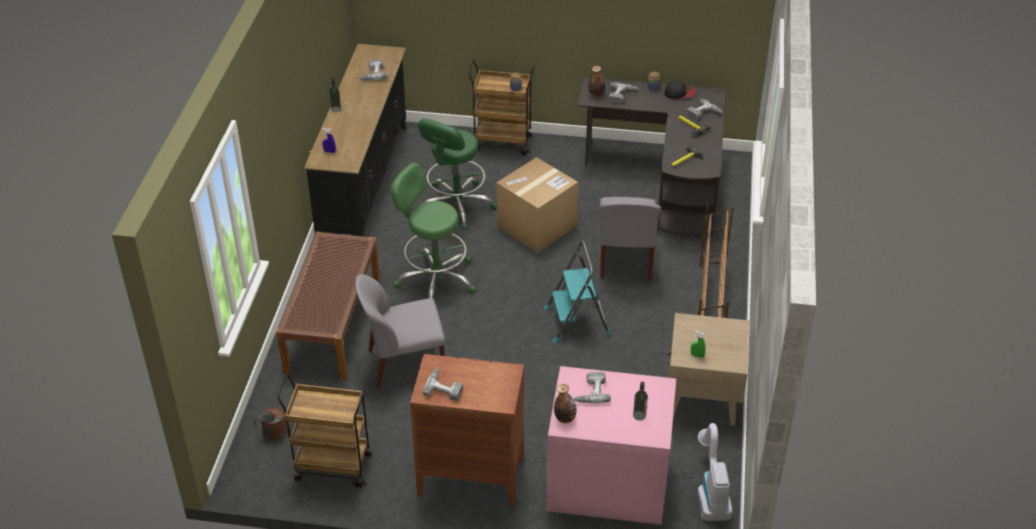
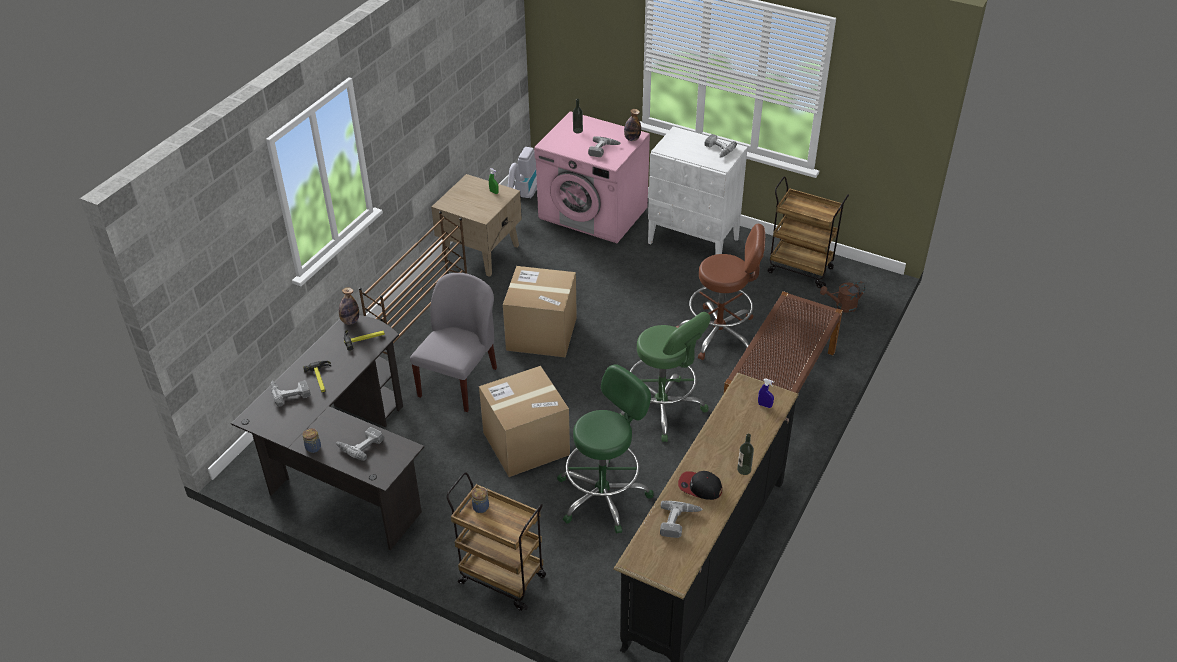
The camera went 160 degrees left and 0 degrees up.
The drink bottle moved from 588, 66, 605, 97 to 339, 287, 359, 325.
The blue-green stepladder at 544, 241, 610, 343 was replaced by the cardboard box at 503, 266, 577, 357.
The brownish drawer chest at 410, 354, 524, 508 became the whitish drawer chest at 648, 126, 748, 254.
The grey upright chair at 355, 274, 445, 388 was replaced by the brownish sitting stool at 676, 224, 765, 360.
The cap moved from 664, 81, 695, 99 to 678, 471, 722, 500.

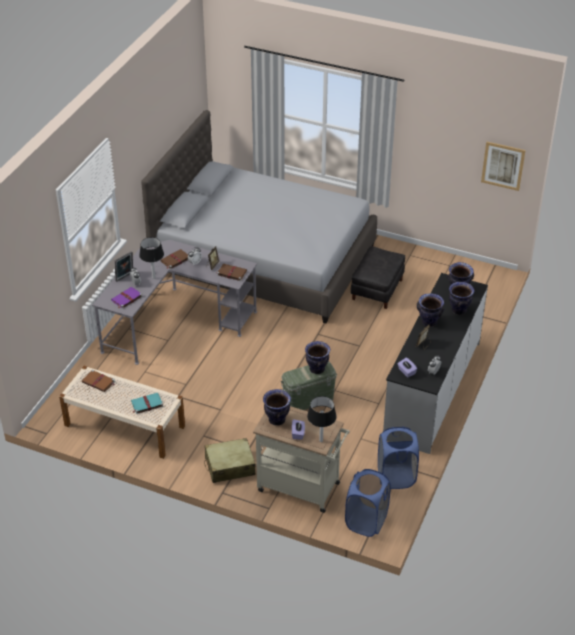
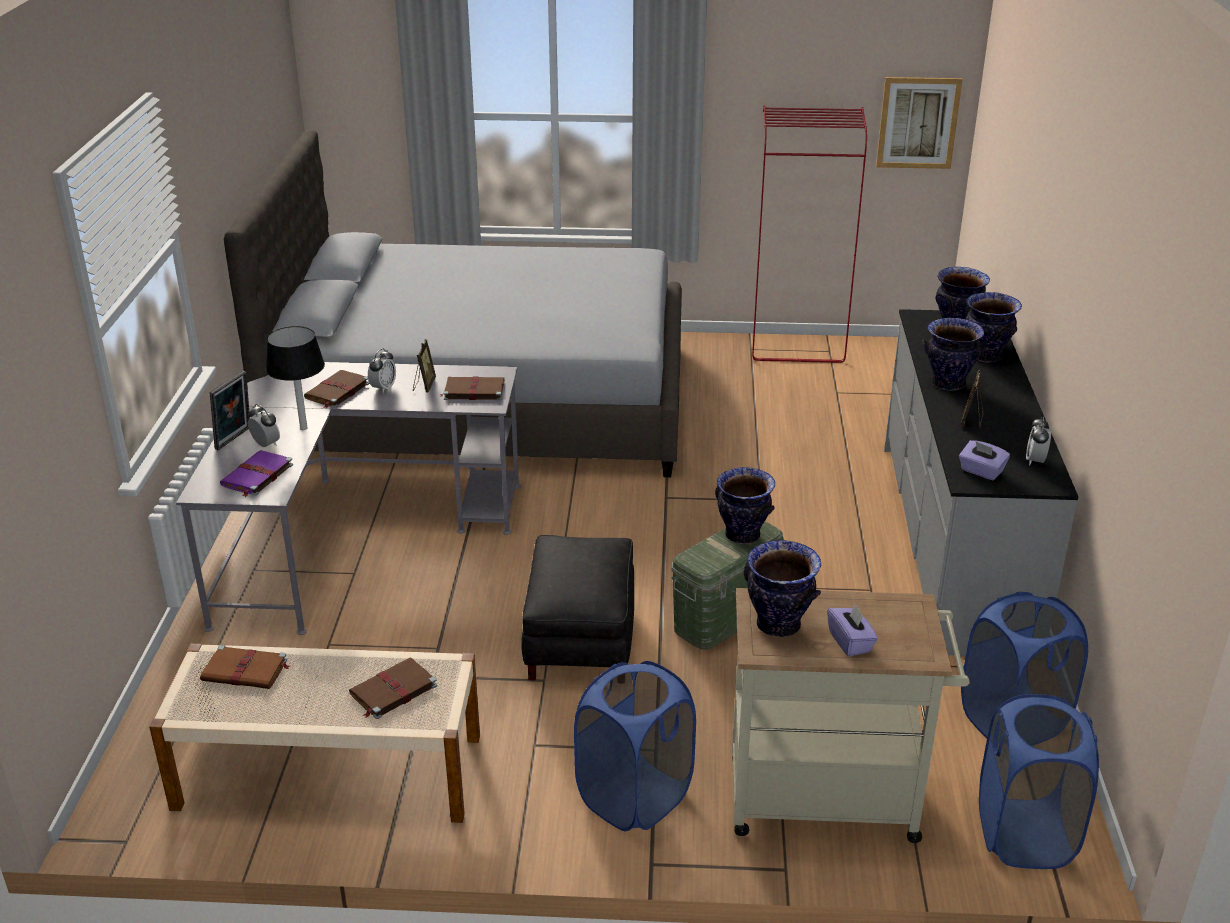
The camera went 20 degrees left and 10 degrees down.
The blue-green volume at 131, 393, 163, 414 became the brownish volume at 349, 658, 437, 719.
The black ottoman moved from 351, 246, 405, 309 to 521, 535, 634, 680.
The beige-coloured travel case at 204, 438, 255, 483 was replaced by the blue-coloured laundry basket at 574, 661, 696, 831.
The reddish clothes rack at 752, 105, 867, 363 appeared.
The black tabletop lamp at 307, 396, 337, 442 disappeared.

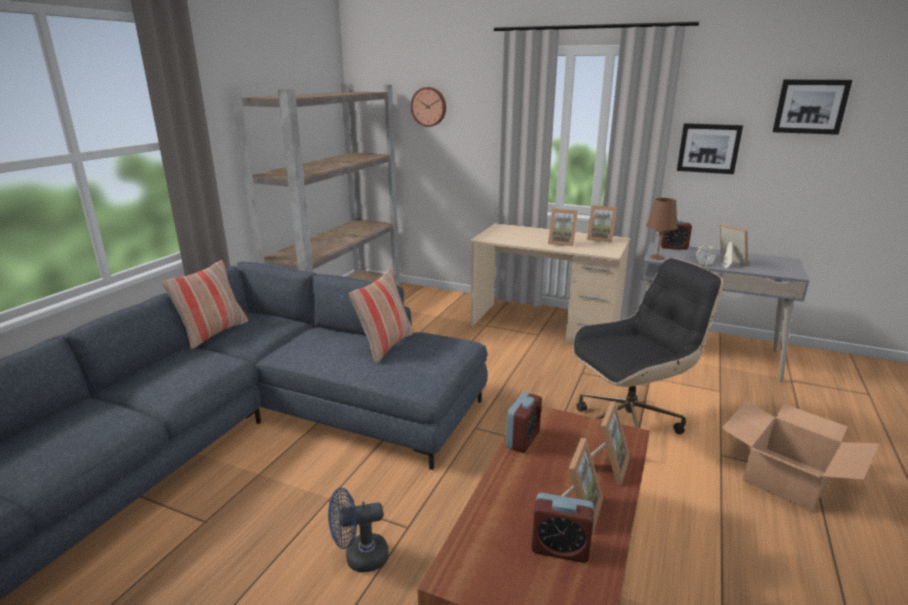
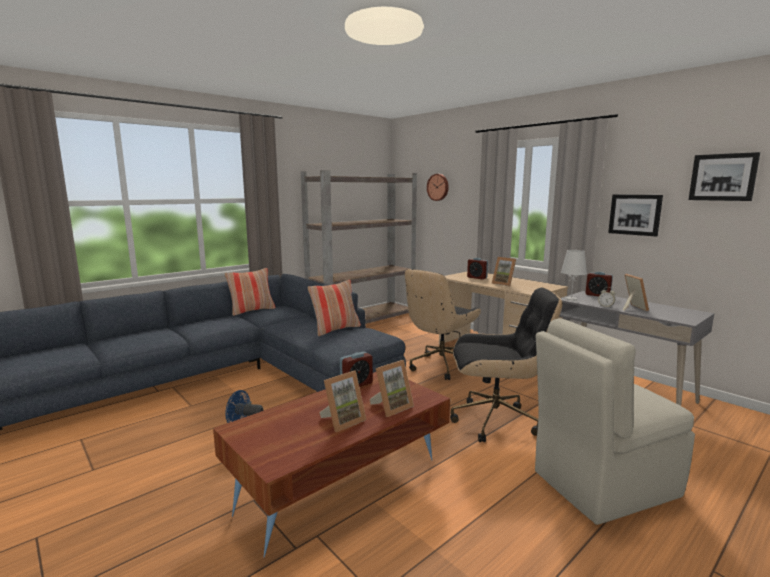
The camera went 25 degrees right and 10 degrees down.
The black computer chair at 405, 269, 481, 380 appeared.
The alarm clock moved from 531, 493, 594, 563 to 467, 258, 488, 280.
The cardboard box at 721, 401, 880, 512 was replaced by the beige-coloured upright chair at 535, 318, 695, 525.
The brownish tabletop lamp at 646, 198, 678, 260 became the whitish tabletop lamp at 561, 250, 587, 300.
The standing frame at 587, 205, 617, 243 disappeared.

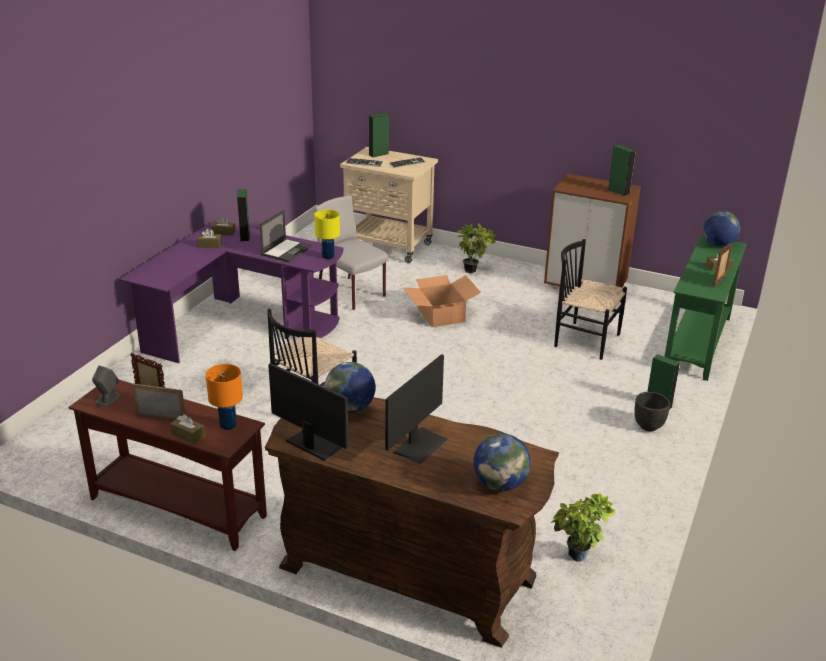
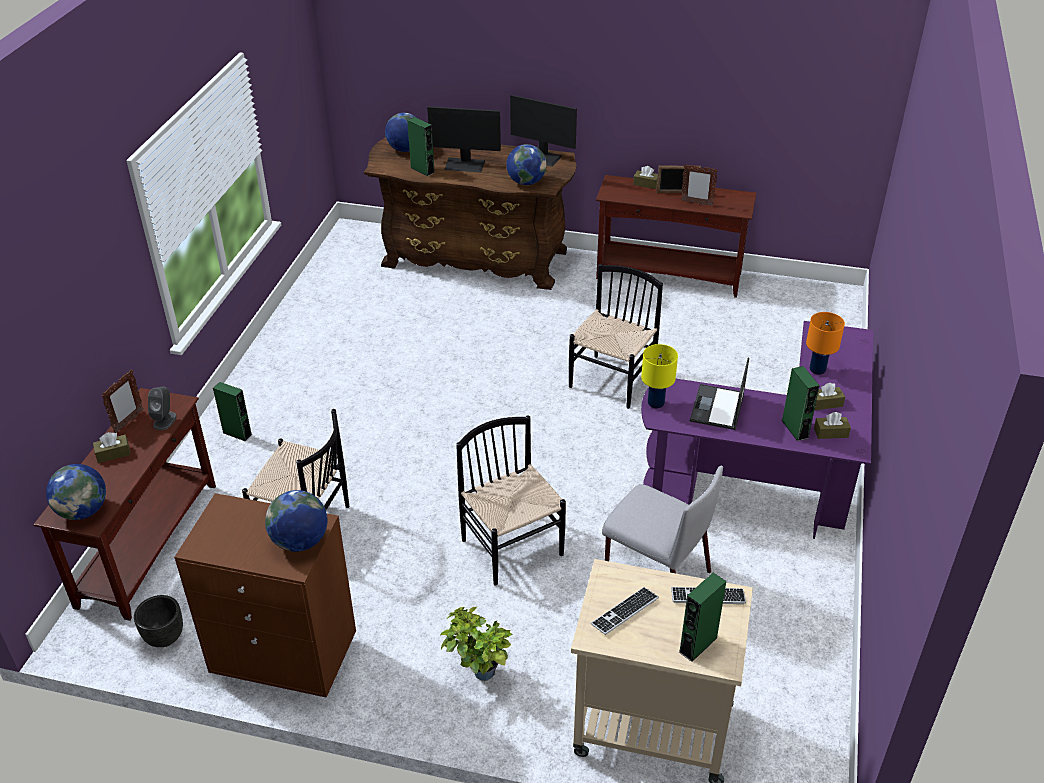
The camera went 170 degrees right and 10 degrees up.
The greenish narrow table at 665, 235, 747, 381 became the brownish narrow table at 33, 388, 216, 621.
The black plant pot moved from 634, 392, 670, 431 to 134, 595, 183, 647.
The grey loudspeaker moved from 92, 366, 120, 407 to 148, 386, 177, 430.
The globe at 265, 490, 327, 552 appeared.
The greenish loudspeaker moved from 609, 145, 636, 196 to 407, 117, 435, 176.
The computer display at 385, 354, 448, 465 turned 105 degrees counterclockwise.
The cardboard box at 403, 275, 481, 327 was replaced by the black upright chair at 456, 416, 566, 586.
The orange tabletop lamp moved from 206, 364, 243, 430 to 806, 312, 845, 375.
The potted plant at 551, 492, 616, 562 disappeared.

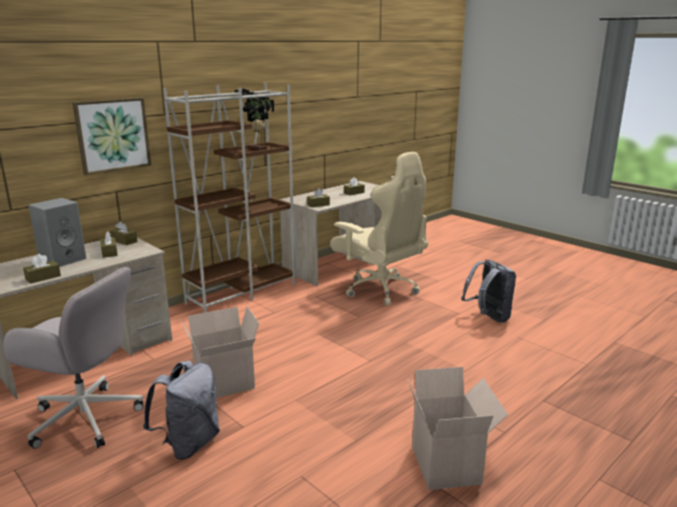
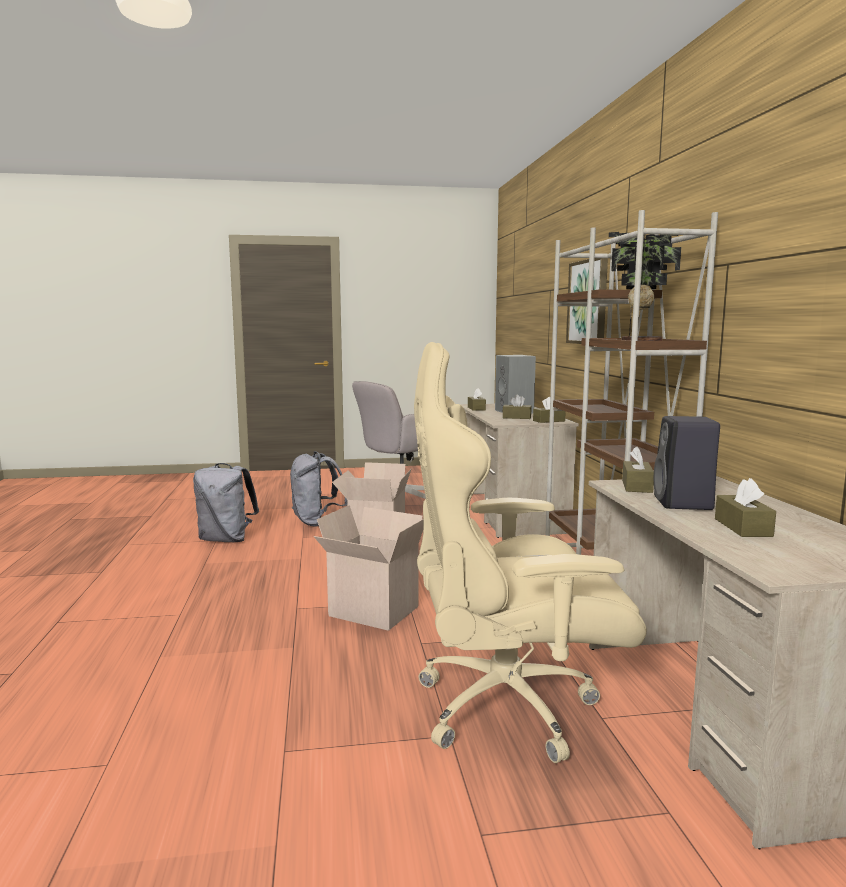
The camera went 125 degrees right and 10 degrees down.
The grey rucksack moved from 461, 259, 516, 323 to 193, 463, 259, 542.
The cardboard box moved from 408, 367, 508, 490 to 314, 505, 424, 631.
The black loudspeaker at 654, 416, 720, 510 appeared.

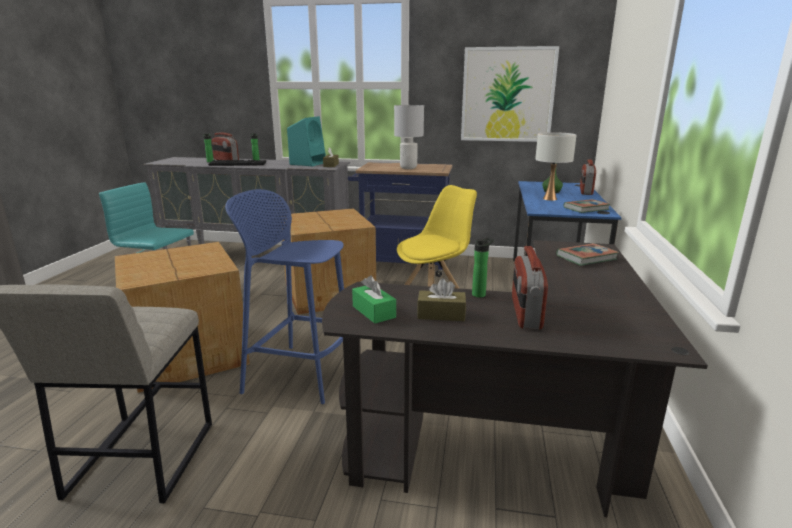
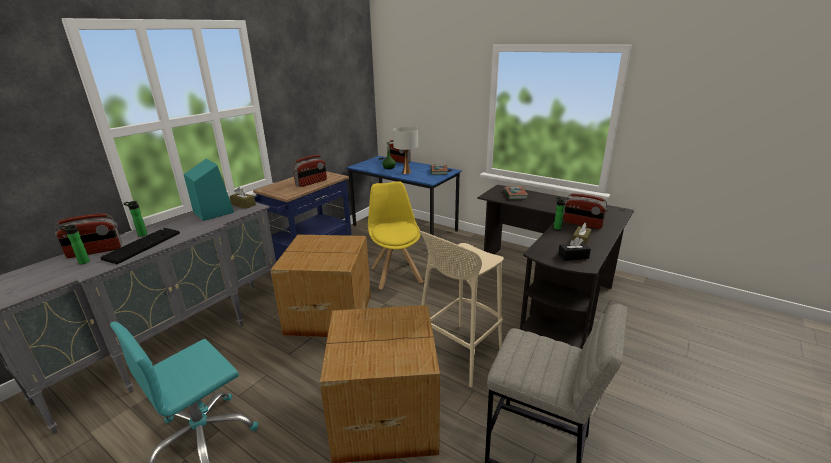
The camera went 65 degrees left and 5 degrees up.
The grey tabletop lamp at 394, 105, 424, 169 was replaced by the radio at 293, 155, 327, 187.
The blue-coloured sitting stool at 225, 189, 344, 404 became the beige-coloured sitting stool at 419, 231, 504, 387.
The greenish tissue box at 352, 276, 396, 323 became the black tissue box at 558, 237, 591, 261.
The picture at 461, 46, 559, 142 disappeared.

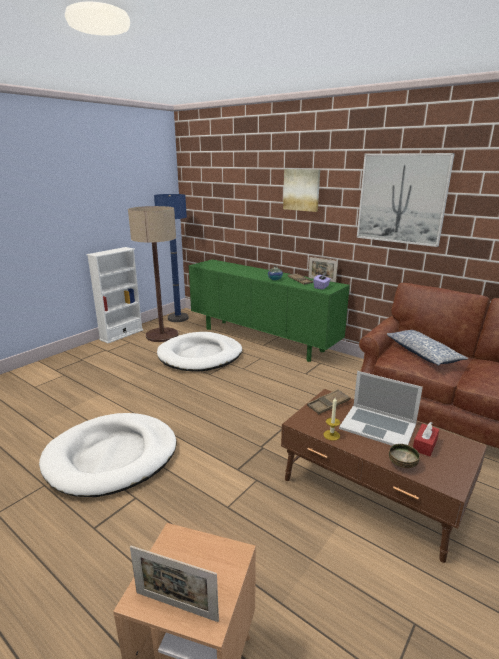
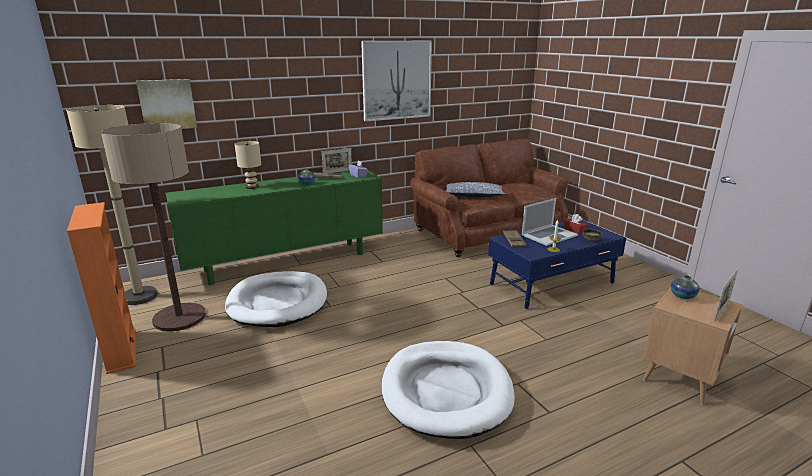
The camera went 65 degrees left and 0 degrees up.
The blue-coloured standing lamp at 154, 194, 189, 322 became the beige-coloured standing lamp at 67, 105, 158, 305.
The whitish shelving unit at 87, 247, 143, 343 became the orange shelving unit at 67, 202, 136, 374.
The picture moved from 283, 169, 320, 212 to 136, 79, 197, 129.
The beige-coloured tabletop lamp at 235, 141, 261, 189 appeared.
The brownish lounge table at 281, 389, 487, 563 became the blue-coloured lounge table at 488, 220, 626, 309.
The decorative vase at 671, 275, 699, 299 appeared.

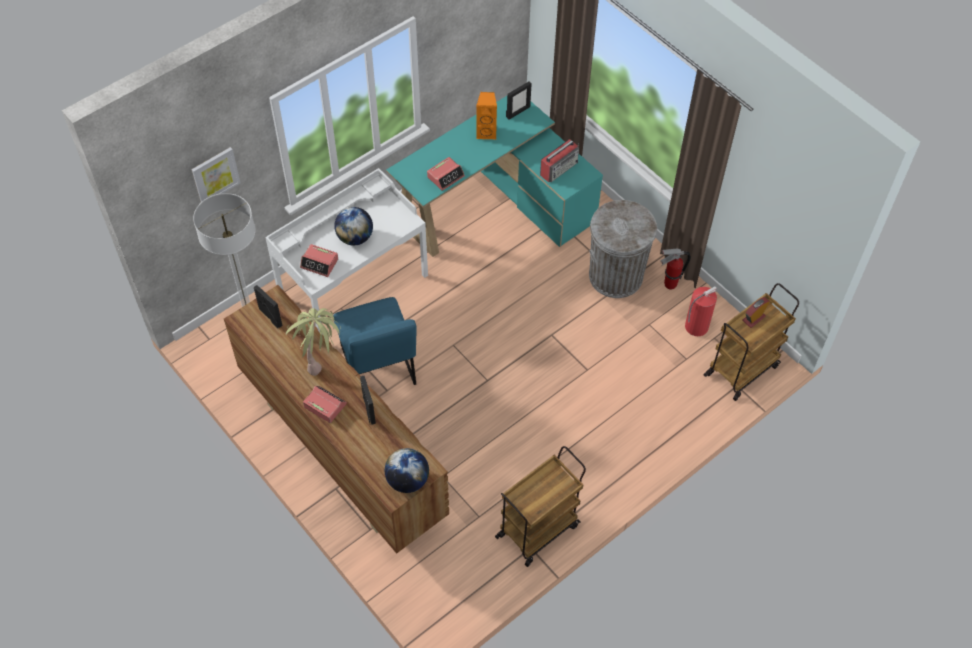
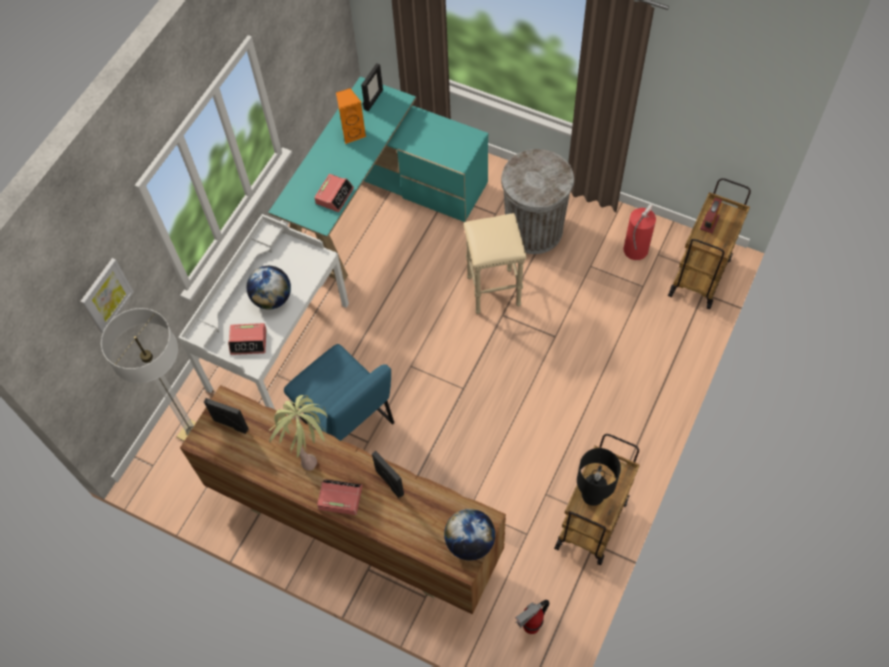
The camera went 20 degrees left and 5 degrees up.
The beige-coloured sitting stool at 463, 213, 527, 314 appeared.
The extinguisher moved from 661, 249, 691, 290 to 515, 600, 549, 634.
The black tabletop lamp at 577, 448, 621, 506 appeared.
The radio at 540, 140, 579, 182 disappeared.

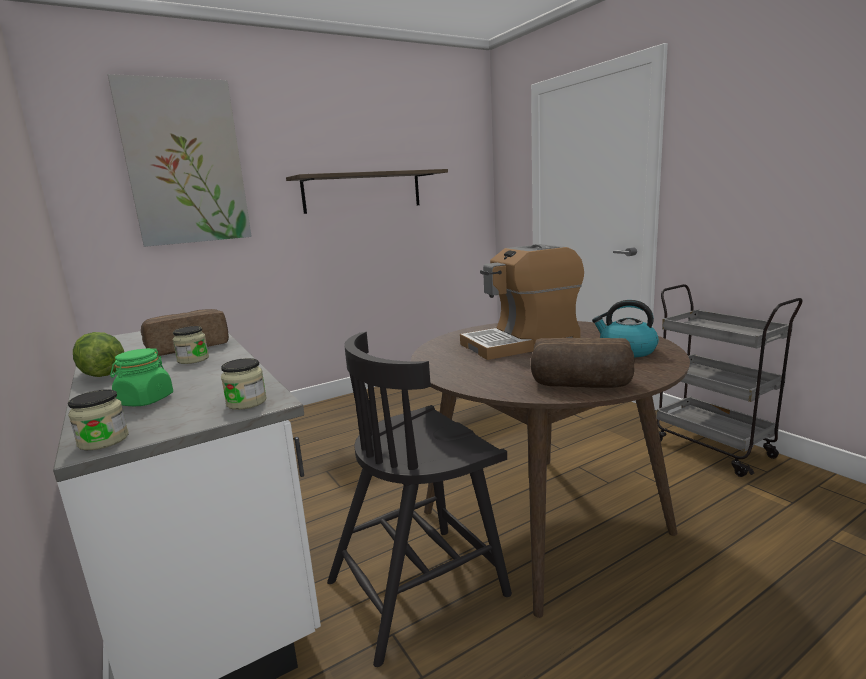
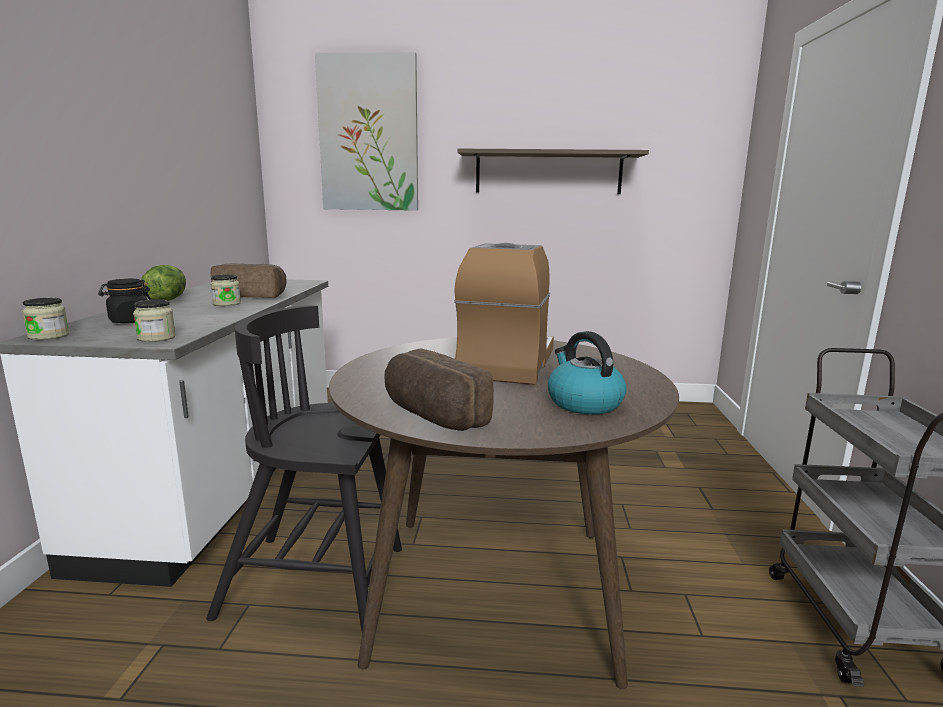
The camera went 35 degrees right and 0 degrees up.
The greenish preserve jar at 110, 348, 173, 406 became the black preserve jar at 98, 279, 151, 323.
The coffee brewer at 460, 244, 584, 360 turned 90 degrees clockwise.

